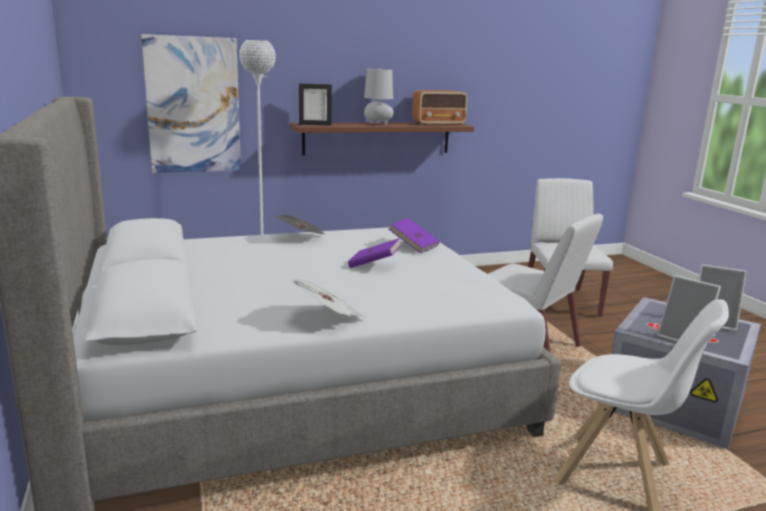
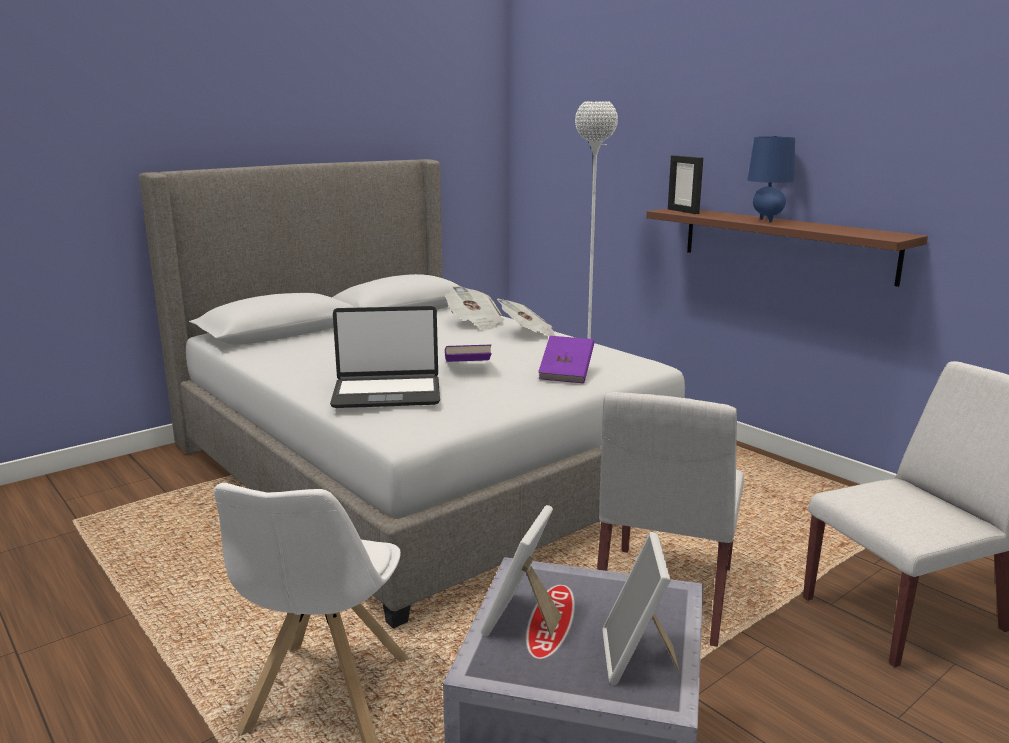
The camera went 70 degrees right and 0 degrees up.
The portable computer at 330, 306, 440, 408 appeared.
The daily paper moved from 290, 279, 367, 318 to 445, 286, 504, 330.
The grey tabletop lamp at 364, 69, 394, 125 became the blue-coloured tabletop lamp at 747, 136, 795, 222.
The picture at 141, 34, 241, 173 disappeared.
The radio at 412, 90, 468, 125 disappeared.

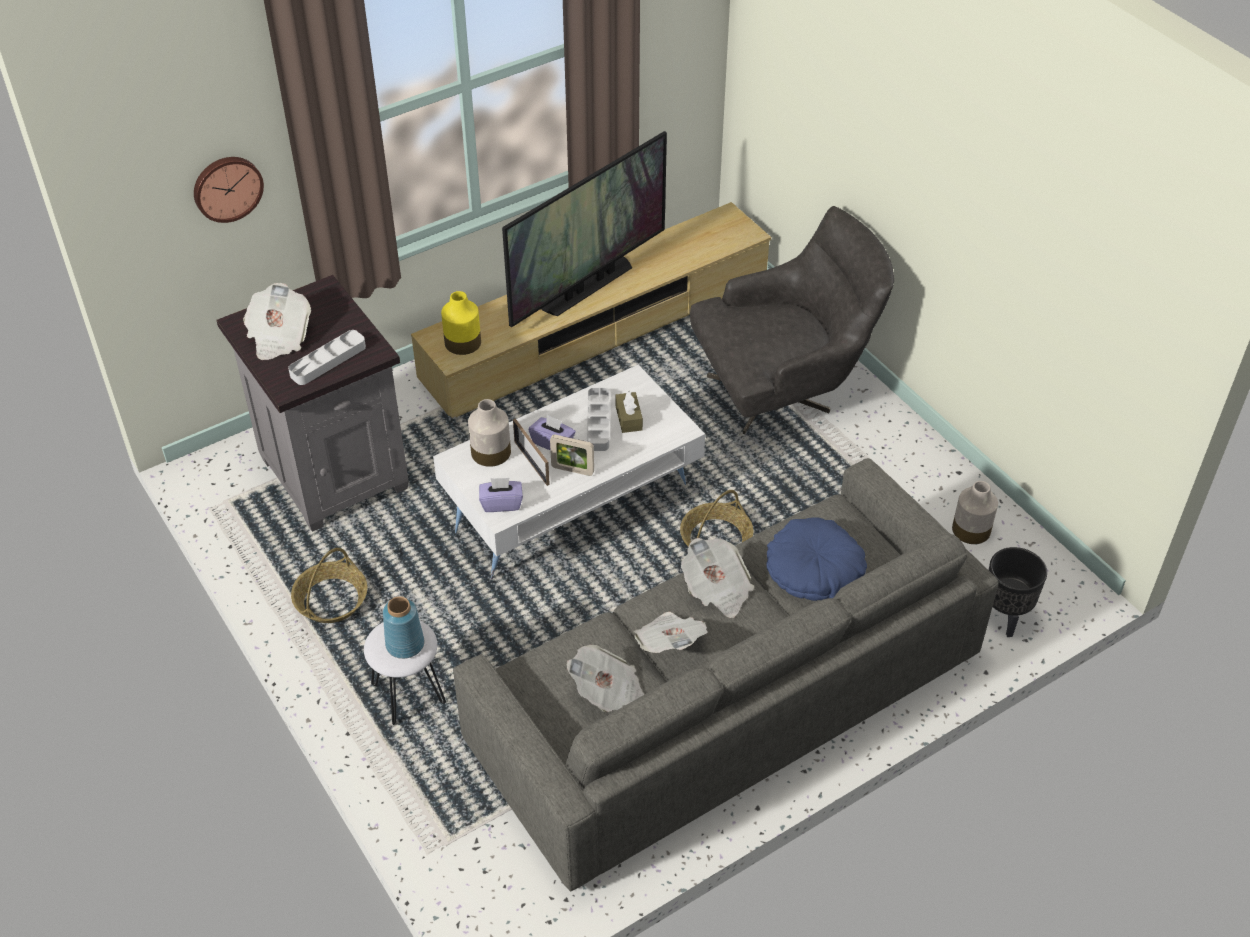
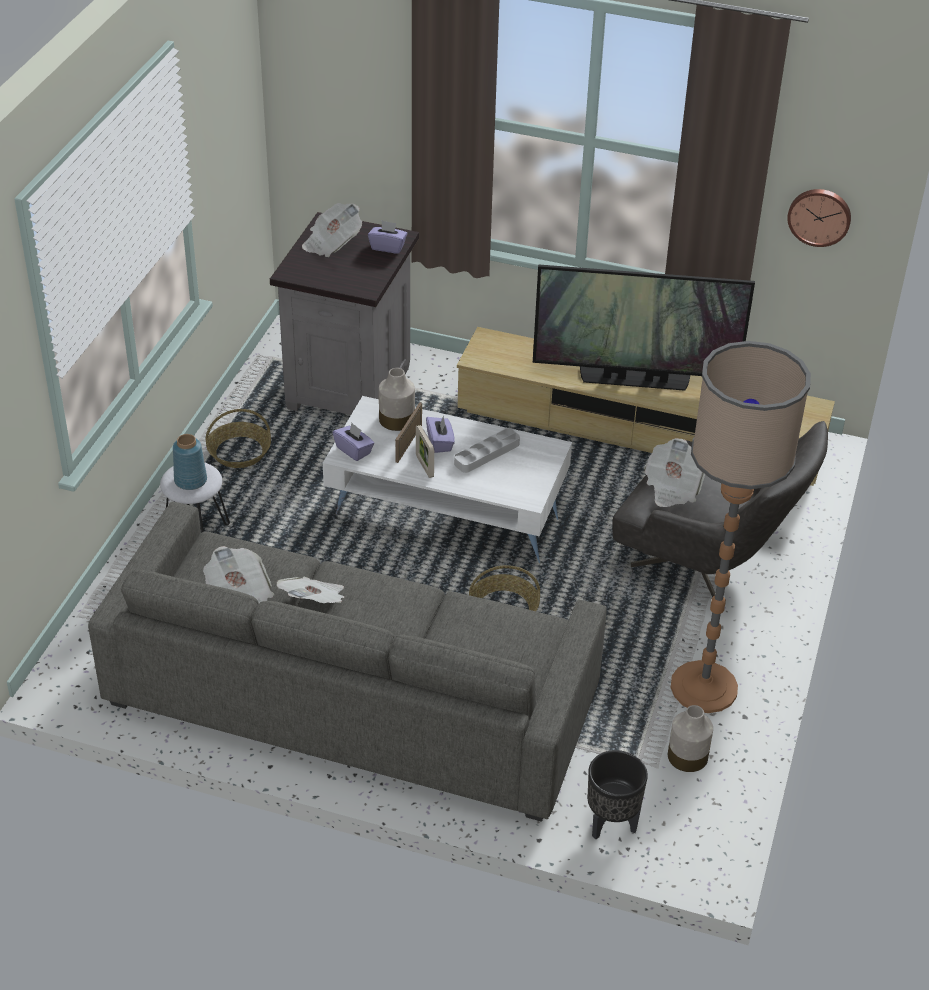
The camera went 50 degrees right and 5 degrees down.
The purple-coloured tissue box at 368, 221, 408, 254 appeared.
The daily paper moved from 681, 538, 754, 618 to 644, 438, 705, 507.
The standing lamp at 671, 341, 811, 713 appeared.
The hanging clock moved from 194, 157, 264, 223 to 787, 189, 851, 247.
The grey carrying tray at 288, 330, 366, 385 disappeared.
The yellow decorative vase at 441, 291, 481, 355 disappeared.
The brownish tissue box at 615, 391, 643, 433 disappeared.
The blue-coloured pillow at 766, 517, 867, 601 disappeared.

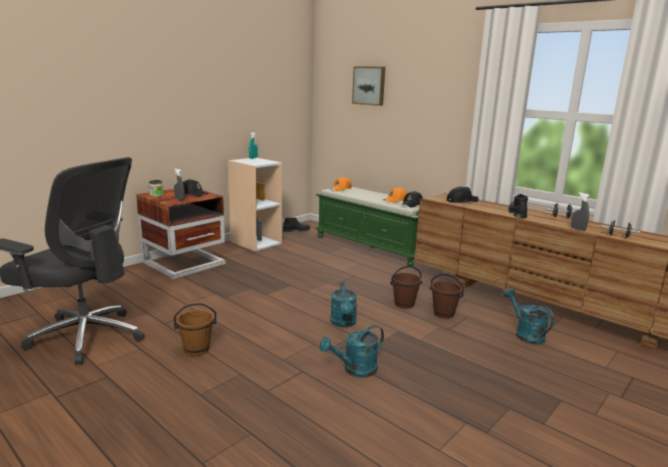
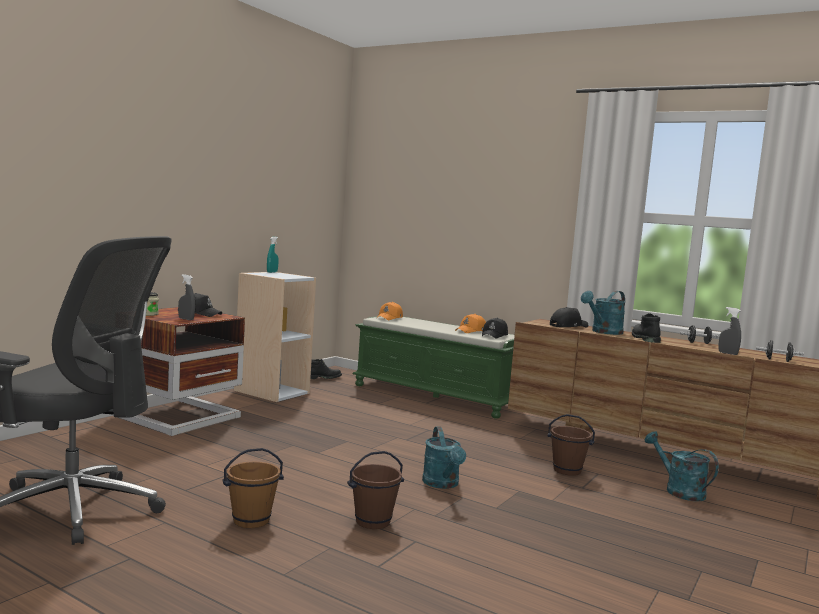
The camera went 10 degrees left and 10 degrees down.
The brownish bucket moved from 390, 266, 422, 309 to 347, 451, 404, 529.
The blue-green sprinkling can moved from 319, 325, 384, 378 to 581, 291, 626, 335.
The picture at 352, 66, 385, 106 disappeared.

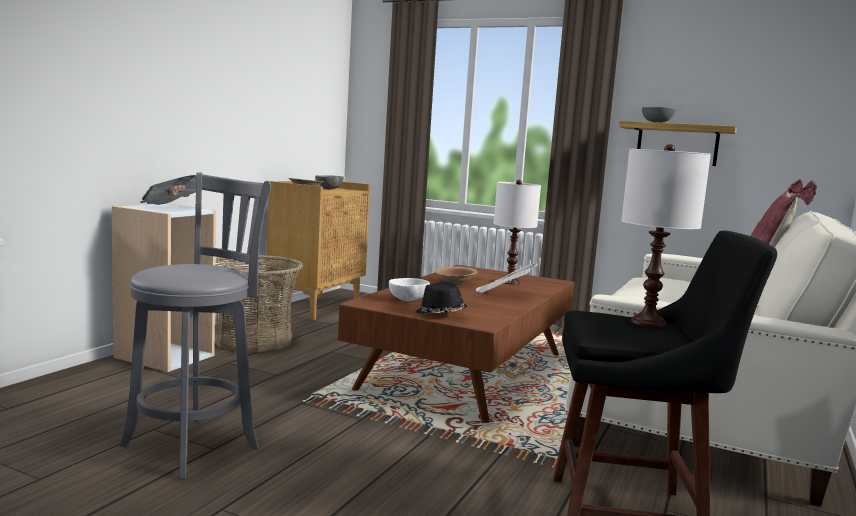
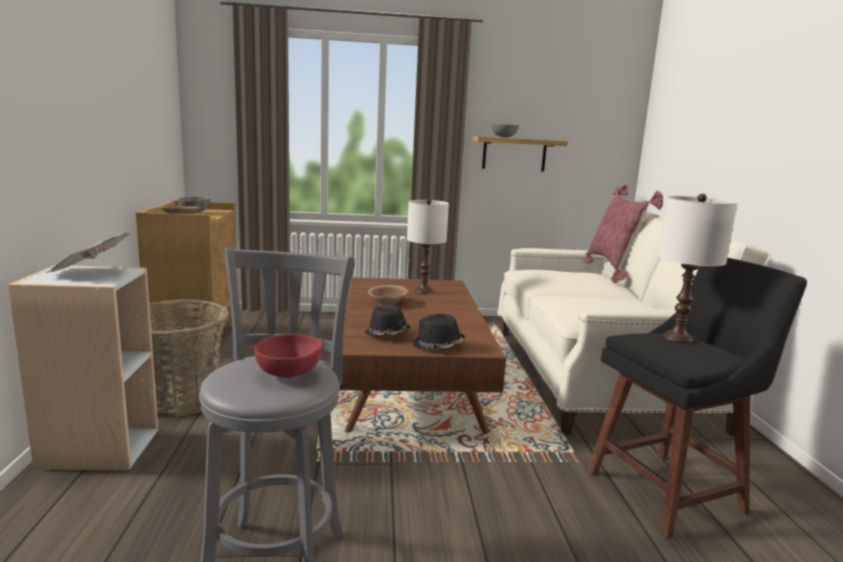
The camera went 30 degrees left and 5 degrees up.
The reddish serving bowl at 254, 334, 323, 378 appeared.
The whitish serving bowl at 389, 278, 430, 301 was replaced by the black hat at 364, 304, 410, 335.
The daily paper at 476, 263, 538, 293 disappeared.

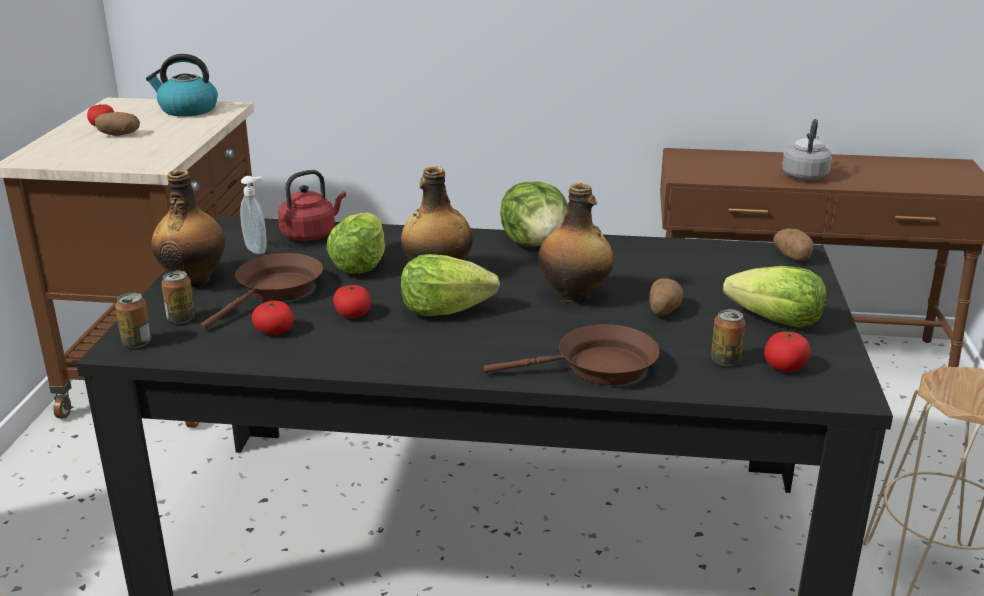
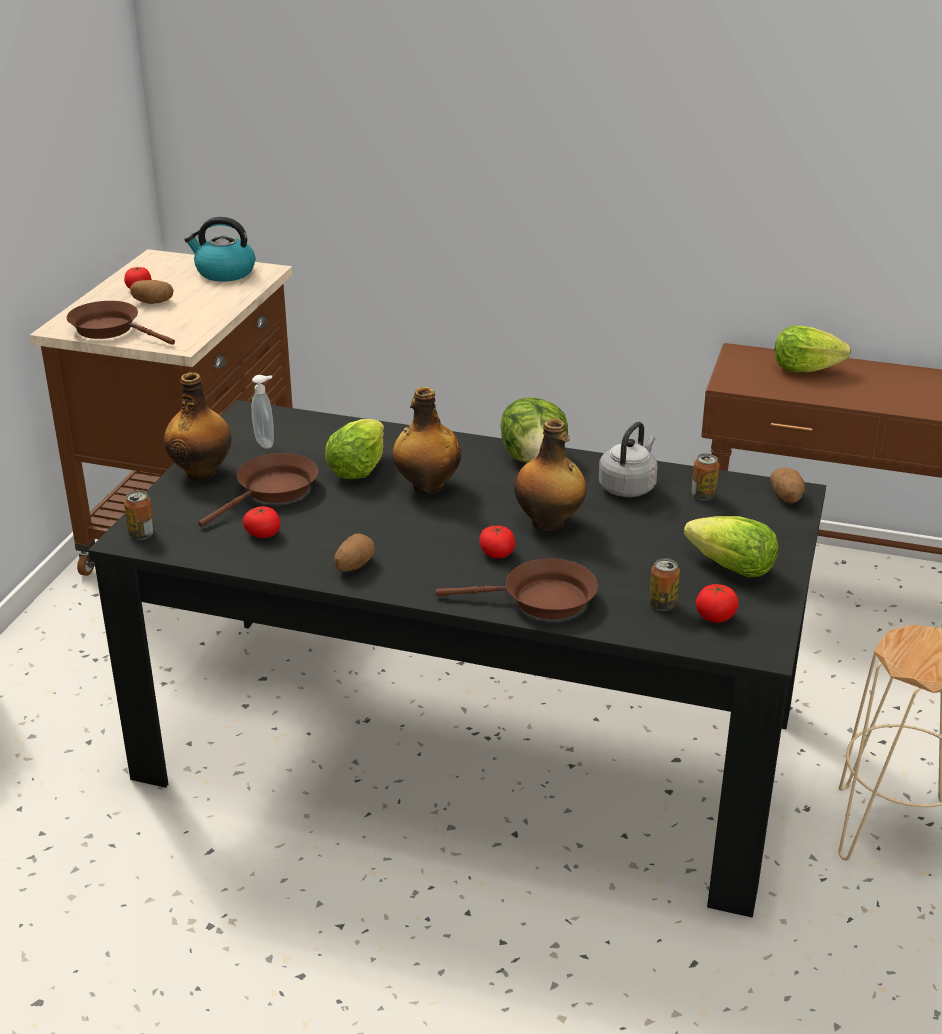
The camera went 10 degrees right and 5 degrees up.
The brownish skillet at 67, 301, 175, 345 appeared.
The spud moved from 649, 278, 683, 316 to 334, 533, 375, 572.
The whole tomato moved from 333, 285, 371, 318 to 479, 525, 515, 558.
The grey water kettle moved from 782, 119, 832, 180 to 599, 422, 658, 497.
The metal can moved from 161, 271, 195, 324 to 691, 453, 719, 501.
The head of lettuce moved from 401, 254, 500, 316 to 775, 325, 851, 372.
The reddish water kettle at 278, 170, 346, 241 disappeared.

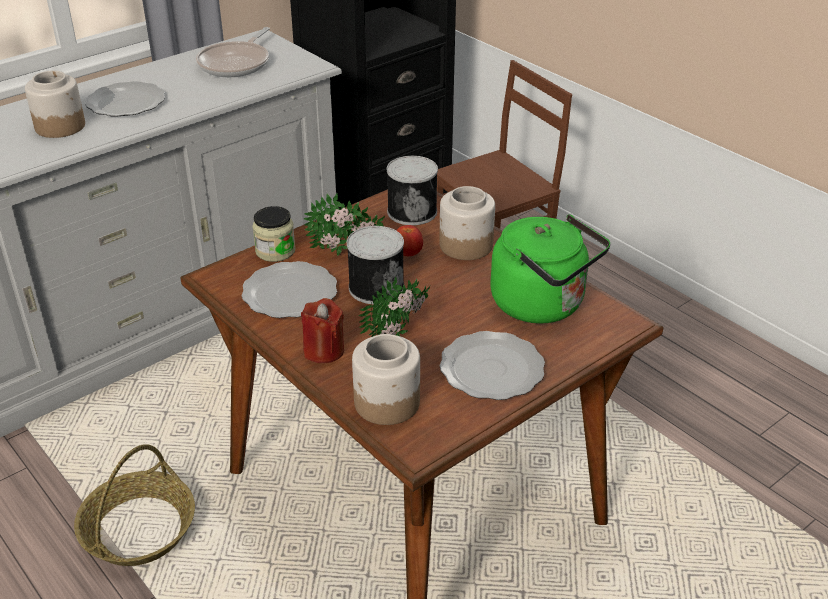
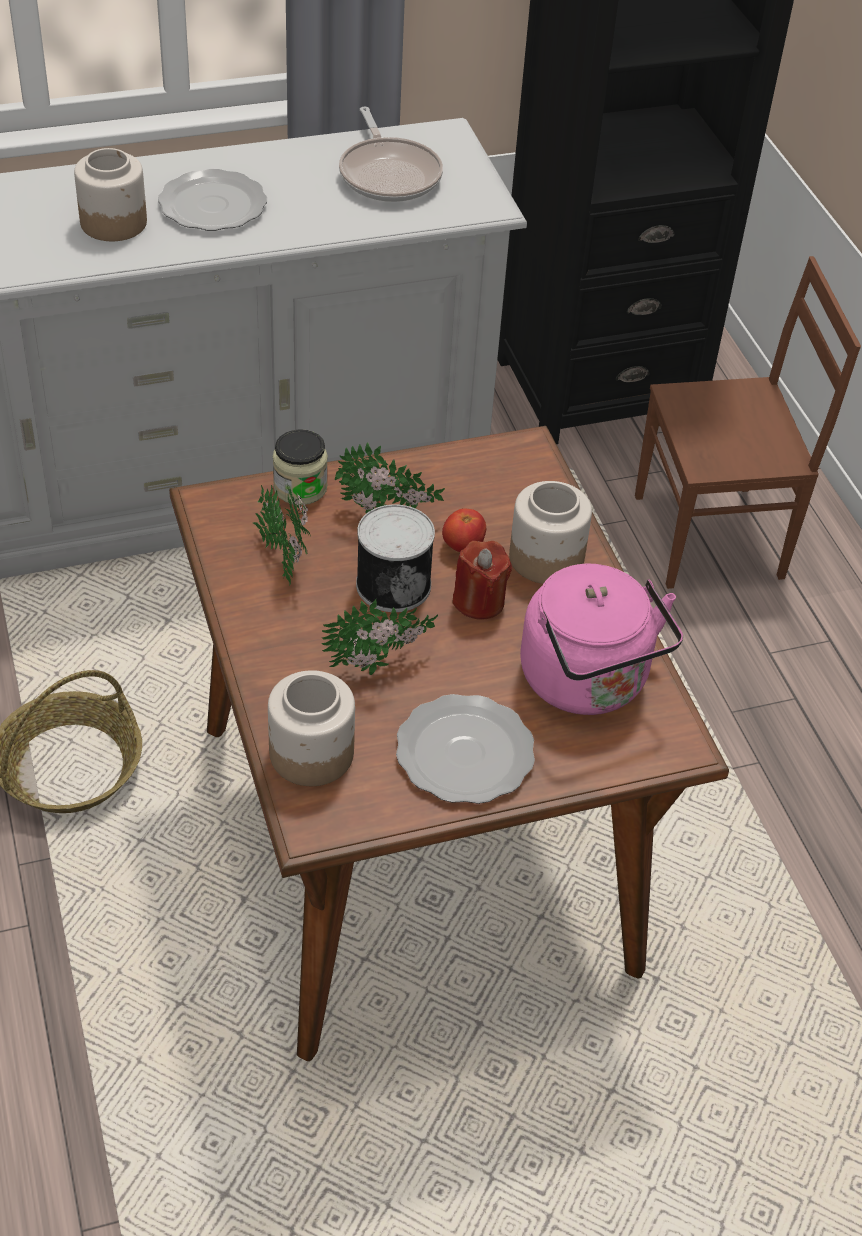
The camera went 20 degrees right and 10 degrees up.
The dinner plate at 241, 261, 337, 318 was replaced by the potted plant at 253, 481, 311, 586.
The skillet at 196, 27, 270, 78 turned 60 degrees counterclockwise.
The reddish wax candle moved from 301, 298, 344, 363 to 452, 541, 512, 620.
The greenish water kettle at 490, 214, 610, 324 became the pink-coloured water kettle at 520, 563, 683, 715.
The metal can at 387, 156, 438, 225 disappeared.

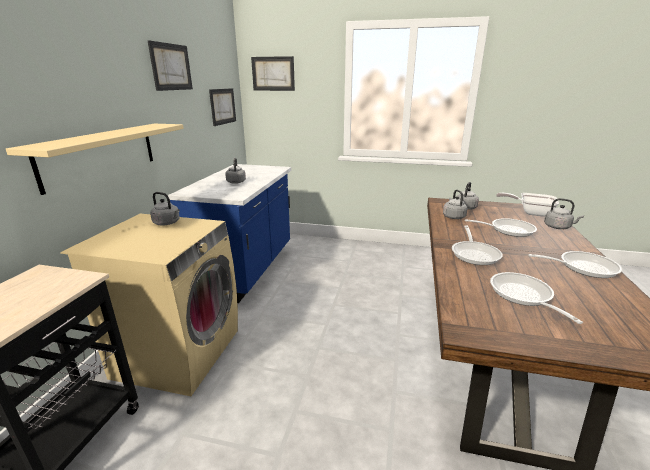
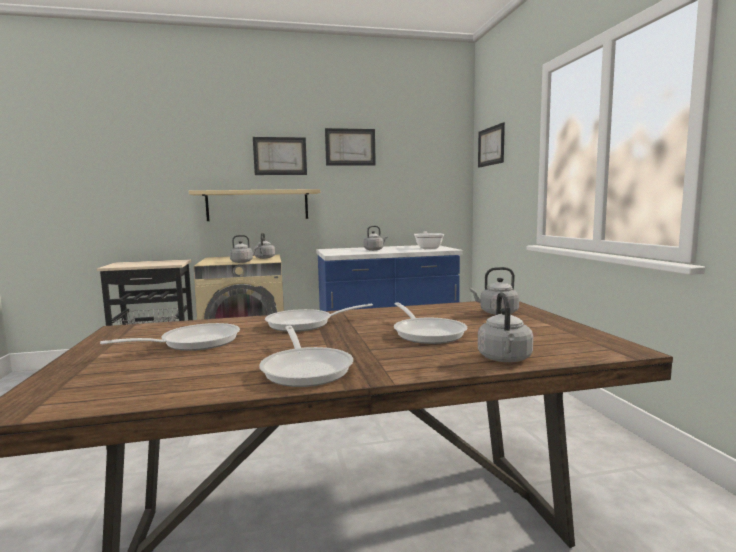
The camera went 65 degrees right and 15 degrees down.
The grey water kettle moved from 443, 190, 467, 219 to 230, 235, 259, 263.
The picture moved from 209, 88, 236, 126 to 253, 137, 307, 175.
The skillet moved from 496, 193, 559, 217 to 414, 231, 444, 249.

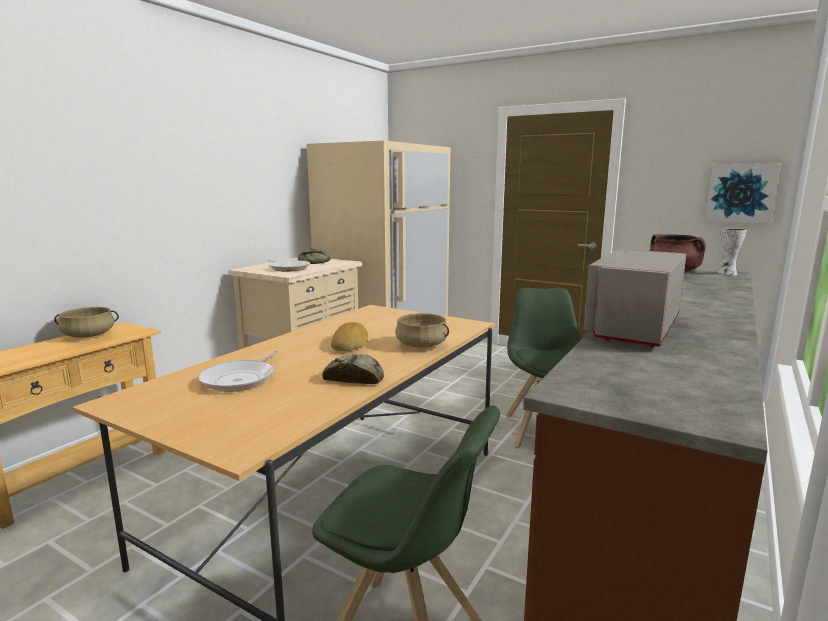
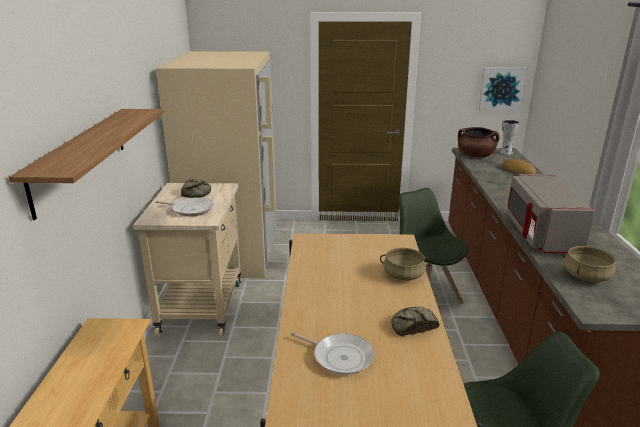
The camera went 30 degrees left and 10 degrees up.
The shelf at 9, 109, 164, 220 appeared.
The skillet at 198, 350, 278, 392 turned 45 degrees counterclockwise.
The bread moved from 331, 322, 368, 351 to 502, 159, 536, 174.
The beige-coloured stockpot moved from 54, 307, 119, 338 to 563, 246, 616, 282.

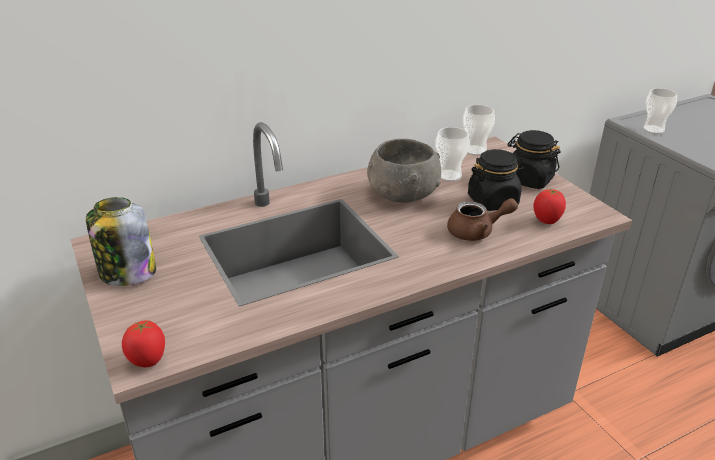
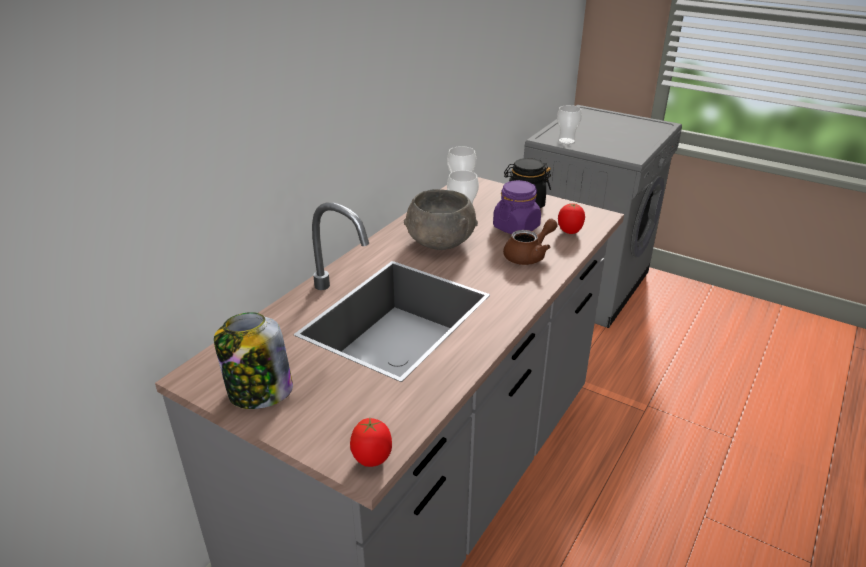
The camera went 30 degrees left and 0 degrees up.
The black preserve jar at 468, 149, 525, 211 became the purple-coloured preserve jar at 493, 180, 541, 234.

